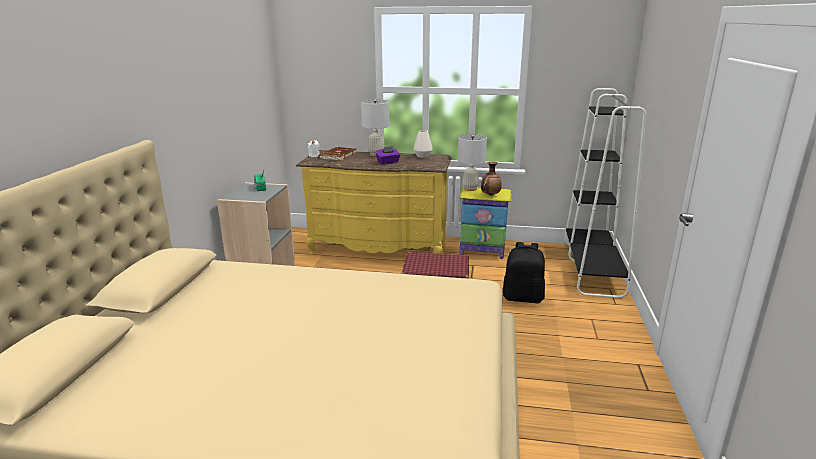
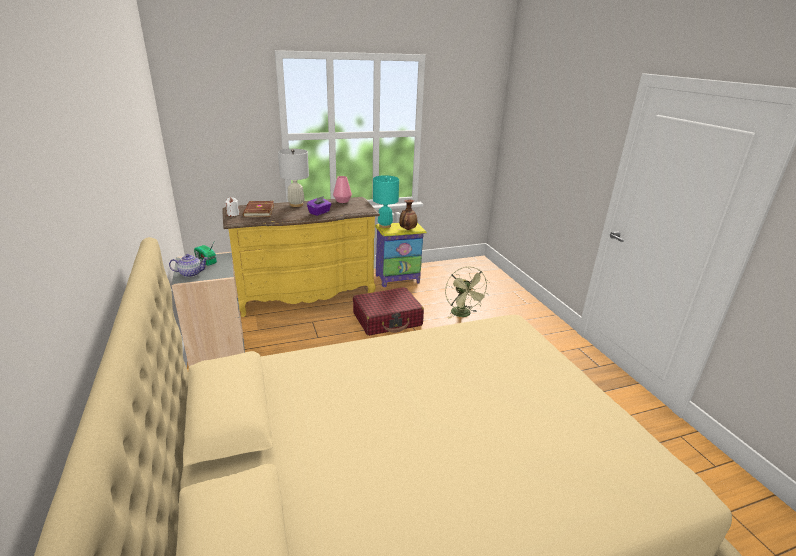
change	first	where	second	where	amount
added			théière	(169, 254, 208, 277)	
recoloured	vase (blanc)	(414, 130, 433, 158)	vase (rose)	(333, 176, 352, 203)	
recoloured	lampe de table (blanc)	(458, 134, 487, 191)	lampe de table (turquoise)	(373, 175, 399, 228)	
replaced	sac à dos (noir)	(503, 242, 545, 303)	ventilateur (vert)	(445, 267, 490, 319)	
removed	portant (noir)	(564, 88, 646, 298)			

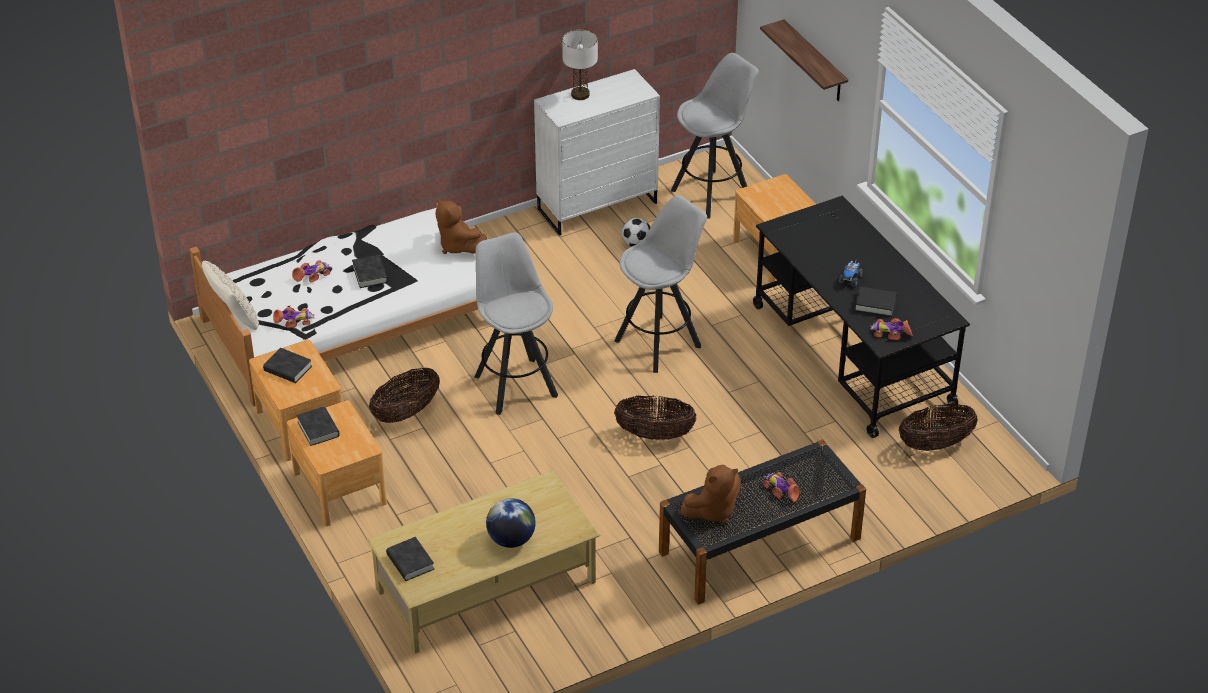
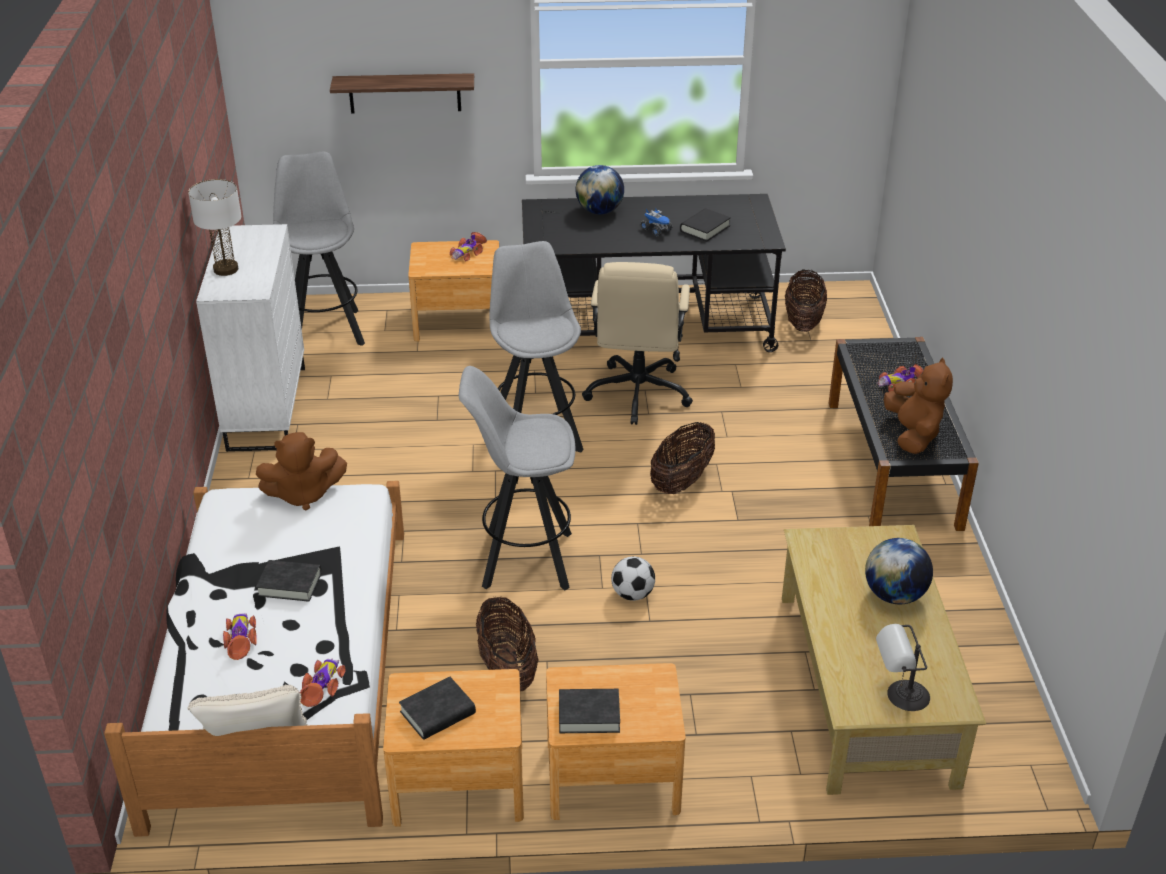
change	first	where	second	where	amount
moved	petite voiture	(870, 318, 912, 340)		(450, 232, 487, 261)	
added			globe	(576, 165, 624, 214)	
added			chaise de bureau (beige)	(582, 262, 693, 425)	
moved	ballon de foot	(622, 218, 650, 247)		(611, 556, 655, 601)	
replaced	livre (noir)	(386, 537, 434, 581)	lampe de table	(876, 624, 930, 711)	

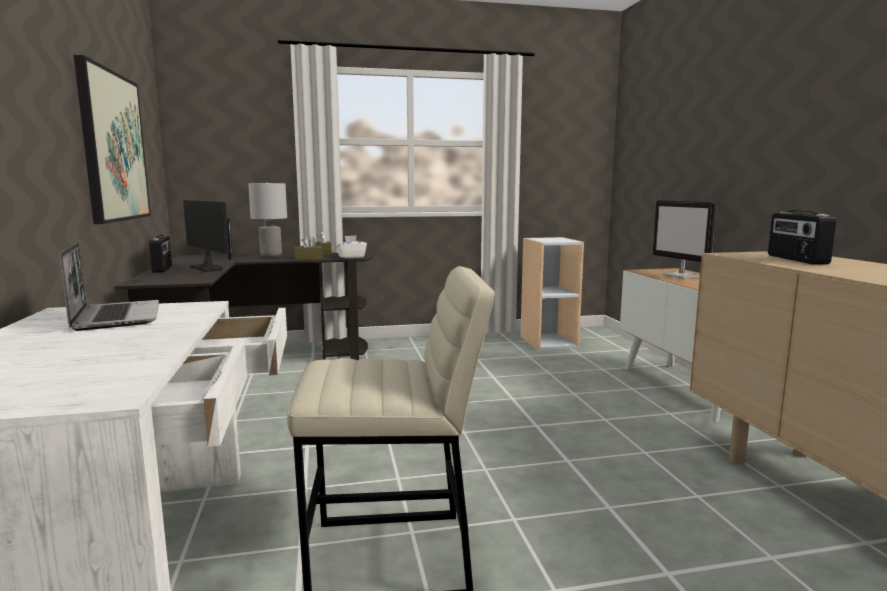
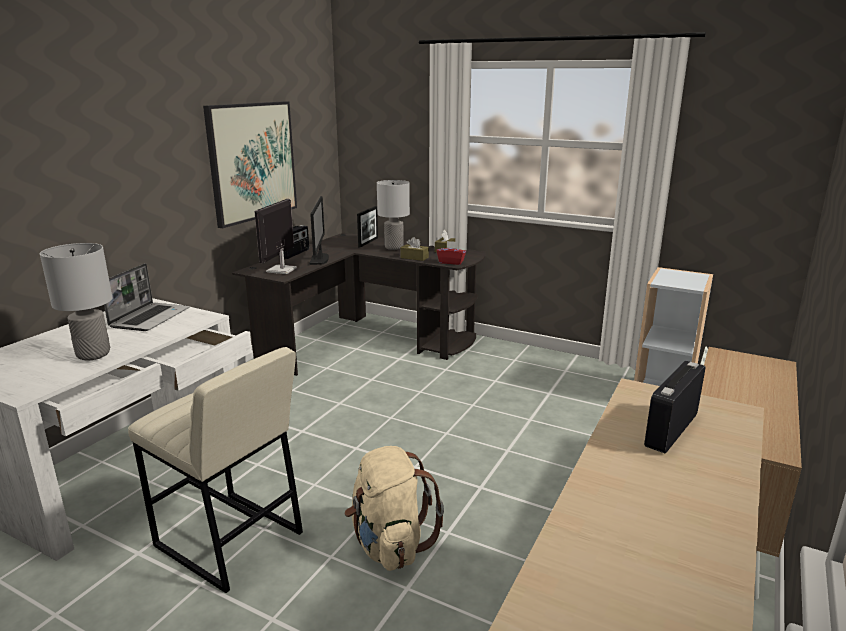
change	first	where	second	where	amount
added			lampe de table (gris)	(40, 243, 113, 361)	
moved	écran d'ordinateur	(653, 200, 717, 278)		(255, 199, 297, 274)	
added			sac à dos (beige)	(345, 446, 444, 571)	
recoloured	boîte à mouchoirs (blanc)	(336, 235, 367, 258)	boîte à mouchoirs (rouge)	(437, 241, 466, 265)	

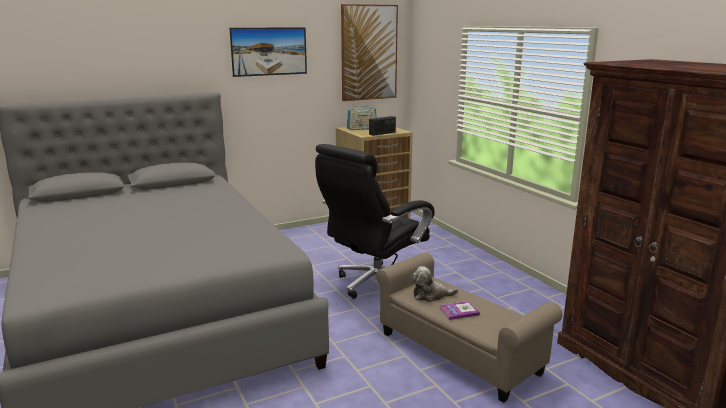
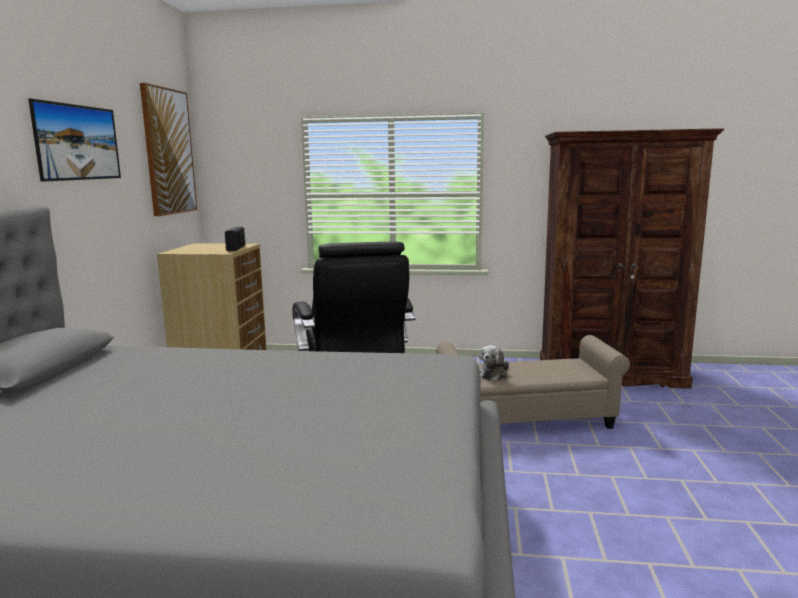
change	first	where	second	where	amount
removed	radio	(347, 104, 377, 130)			
removed	livre	(439, 301, 480, 320)			

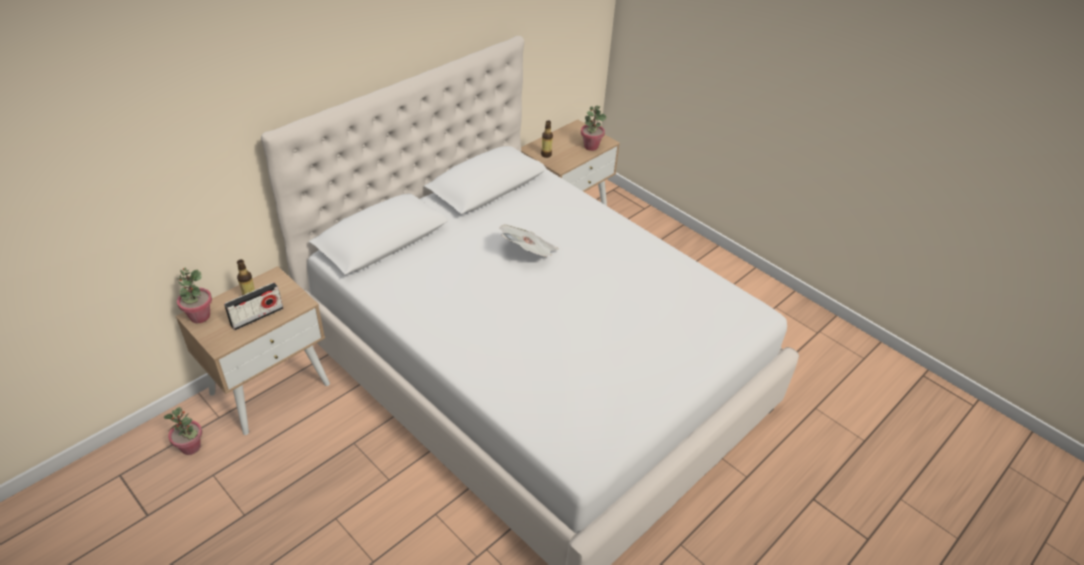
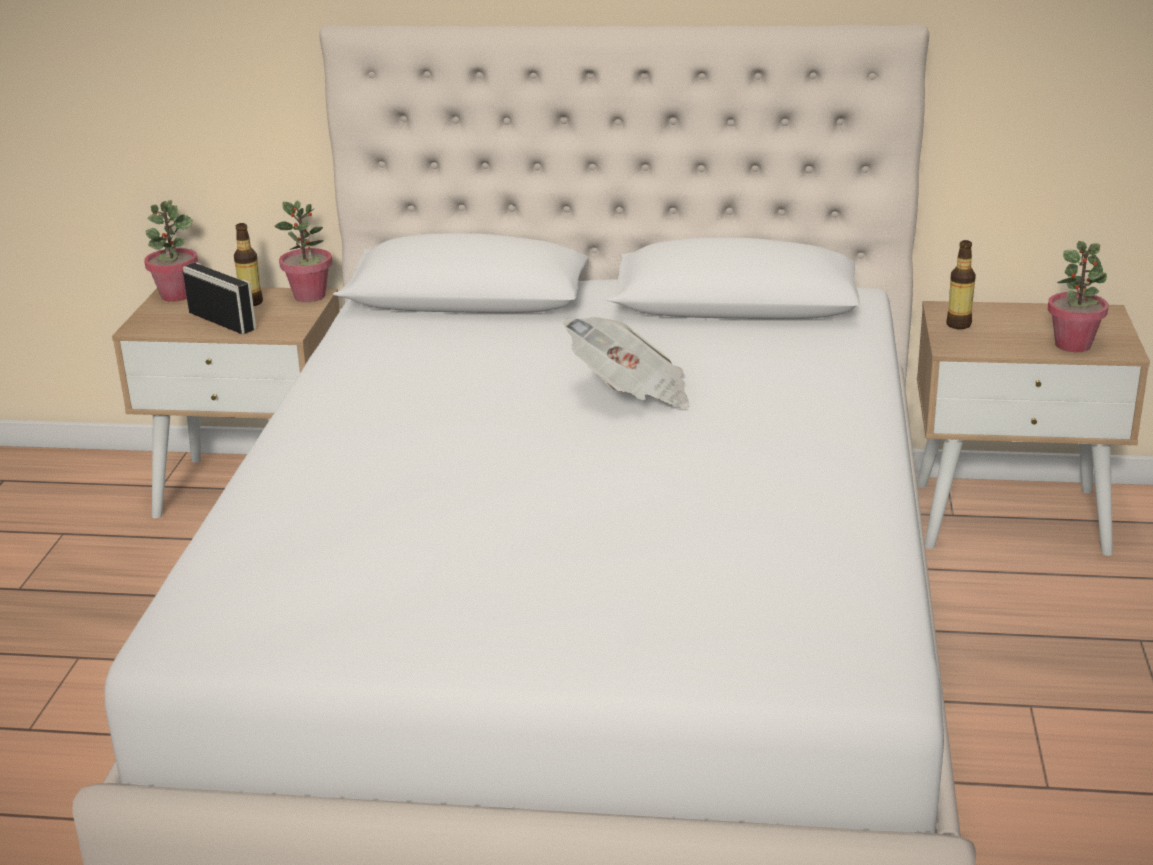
change	first	where	second	where	amount
turned	radio	(224, 282, 283, 330)		(183, 262, 256, 334)	150 degrees counterclockwise
moved	plante en pot	(164, 407, 202, 455)		(275, 201, 332, 302)	

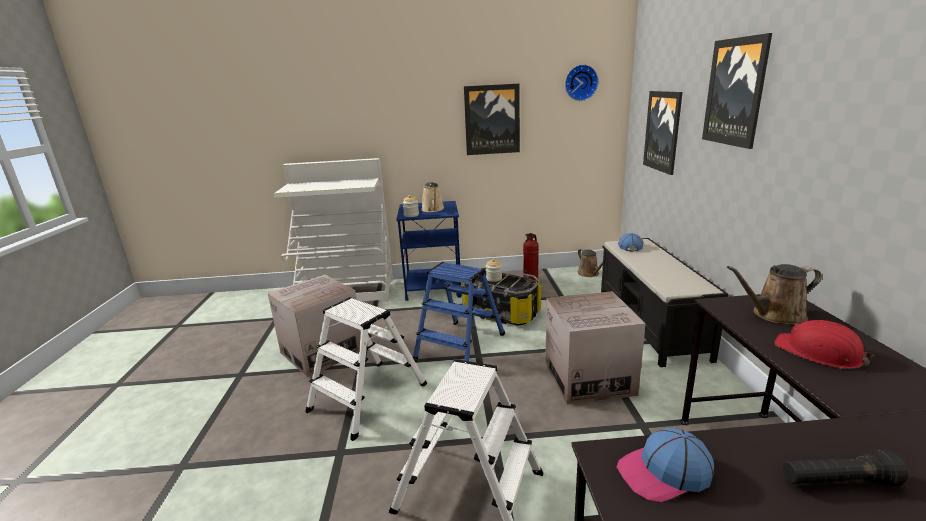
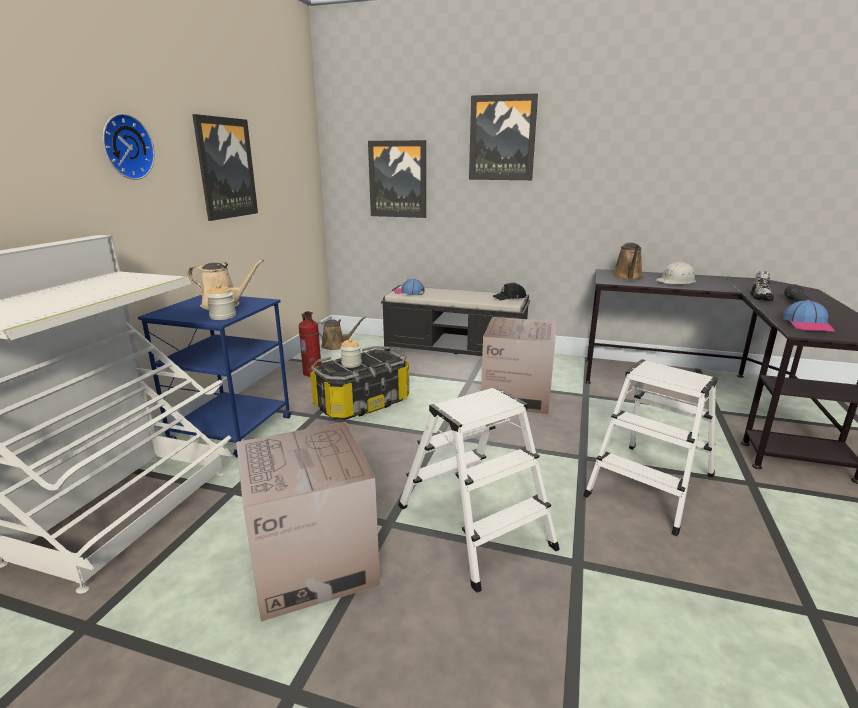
change	first	where	second	where	amount
moved	horloge murale	(565, 64, 599, 101)		(103, 113, 155, 180)	
added			casquette (noir)	(493, 282, 526, 300)	
recoloured	casque de chantier (rouge)	(774, 320, 874, 369)	casque de chantier (blanc)	(656, 261, 696, 284)	
added			chaussure	(750, 271, 774, 301)	
removed	escabeau (bleu)	(413, 262, 505, 361)			

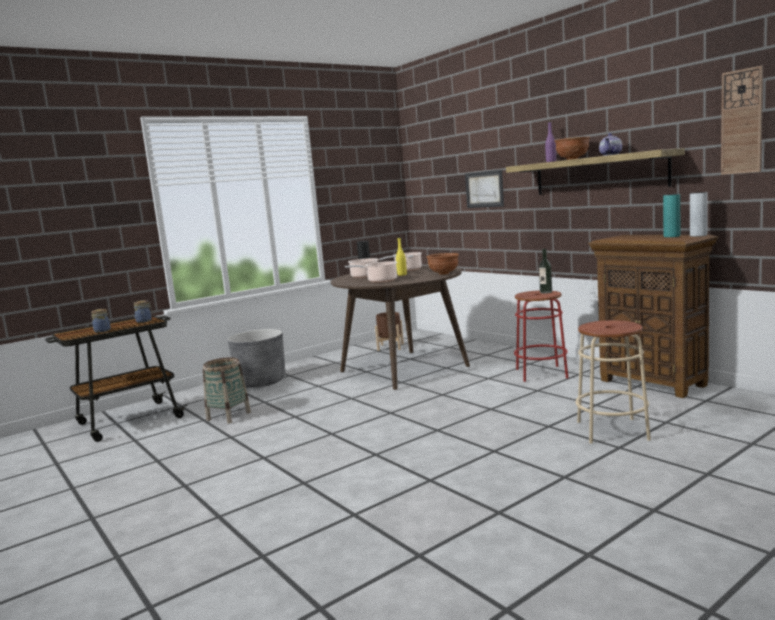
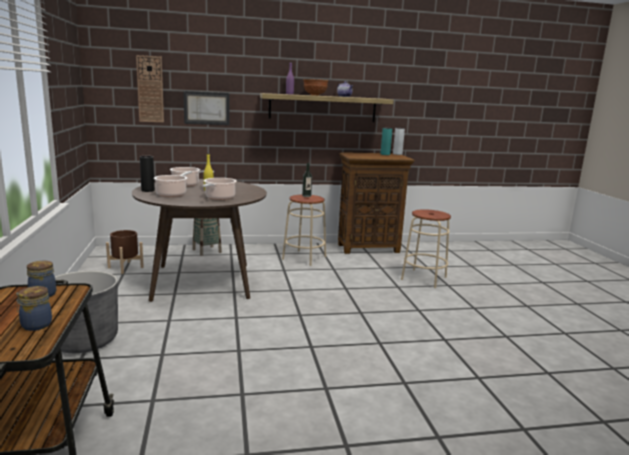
change	first	where	second	where	amount
moved	horloge murale	(721, 66, 763, 175)		(136, 55, 164, 122)	
moved	panier	(203, 357, 251, 424)		(192, 218, 222, 256)	
recoloured	tabouret (rouge)	(514, 291, 568, 382)	tabouret (beige)	(282, 195, 326, 266)	
removed	bol (marron)	(426, 253, 459, 275)			

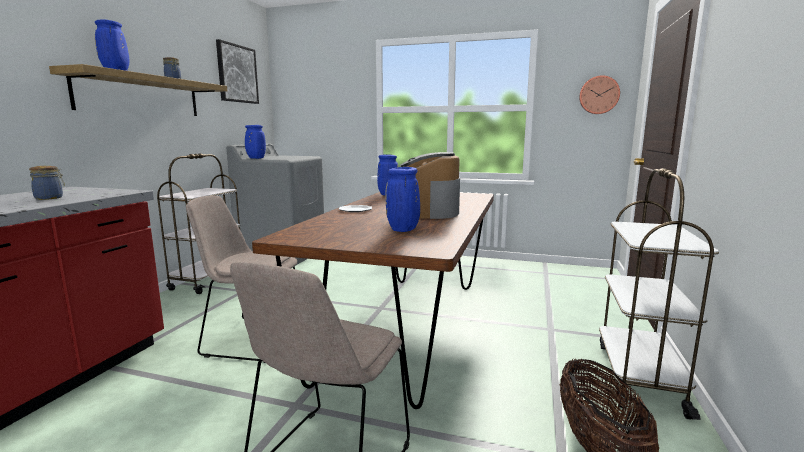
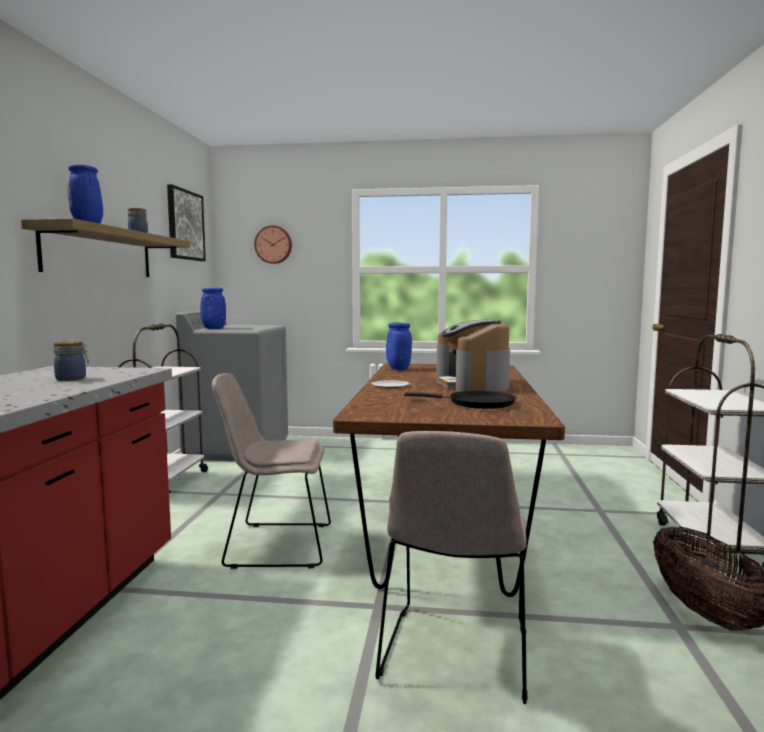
change	first	where	second	where	amount
moved	horloge murale	(579, 75, 620, 114)		(254, 225, 292, 264)	
replaced	vase (bleu)	(385, 167, 420, 232)	poêle (noir)	(404, 391, 516, 409)	

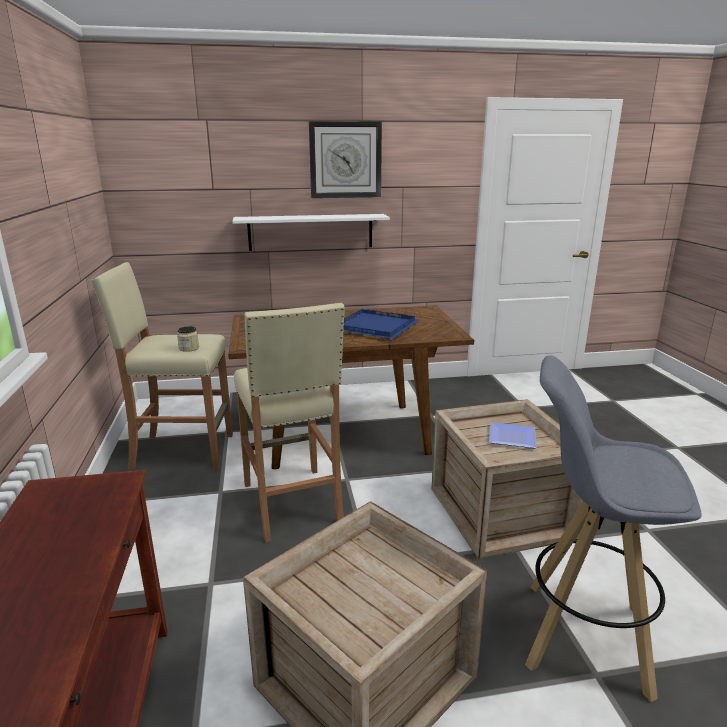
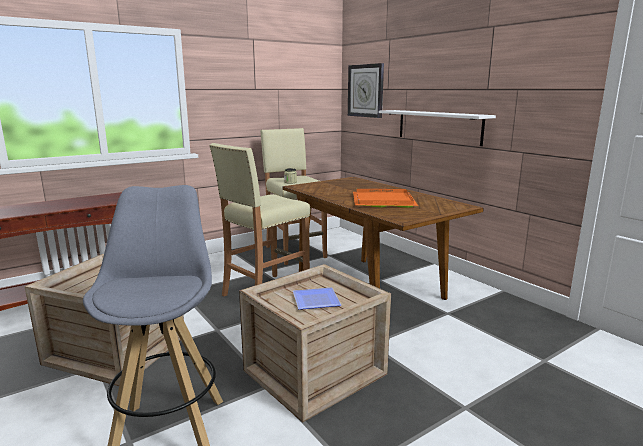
change	first	where	second	where	amount
moved	horloge murale	(309, 121, 382, 198)		(348, 63, 384, 118)	
recoloured	plateau (bleu)	(343, 309, 419, 339)	plateau (orange)	(353, 189, 418, 208)	

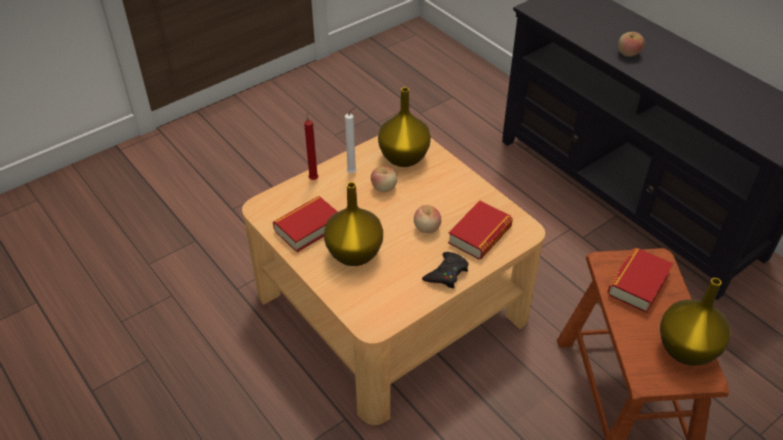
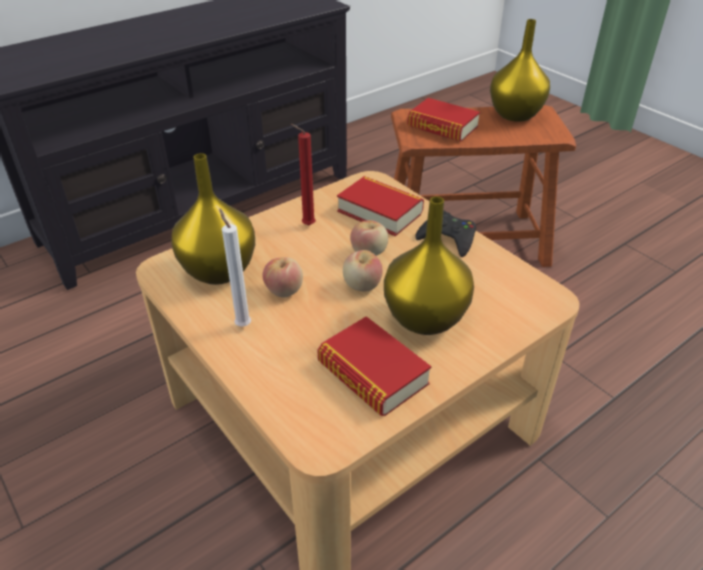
change	first	where	second	where	amount
moved	bougie (rouge)	(304, 111, 319, 180)		(291, 124, 316, 226)	
moved	pomme	(618, 32, 645, 57)		(343, 250, 382, 291)	

